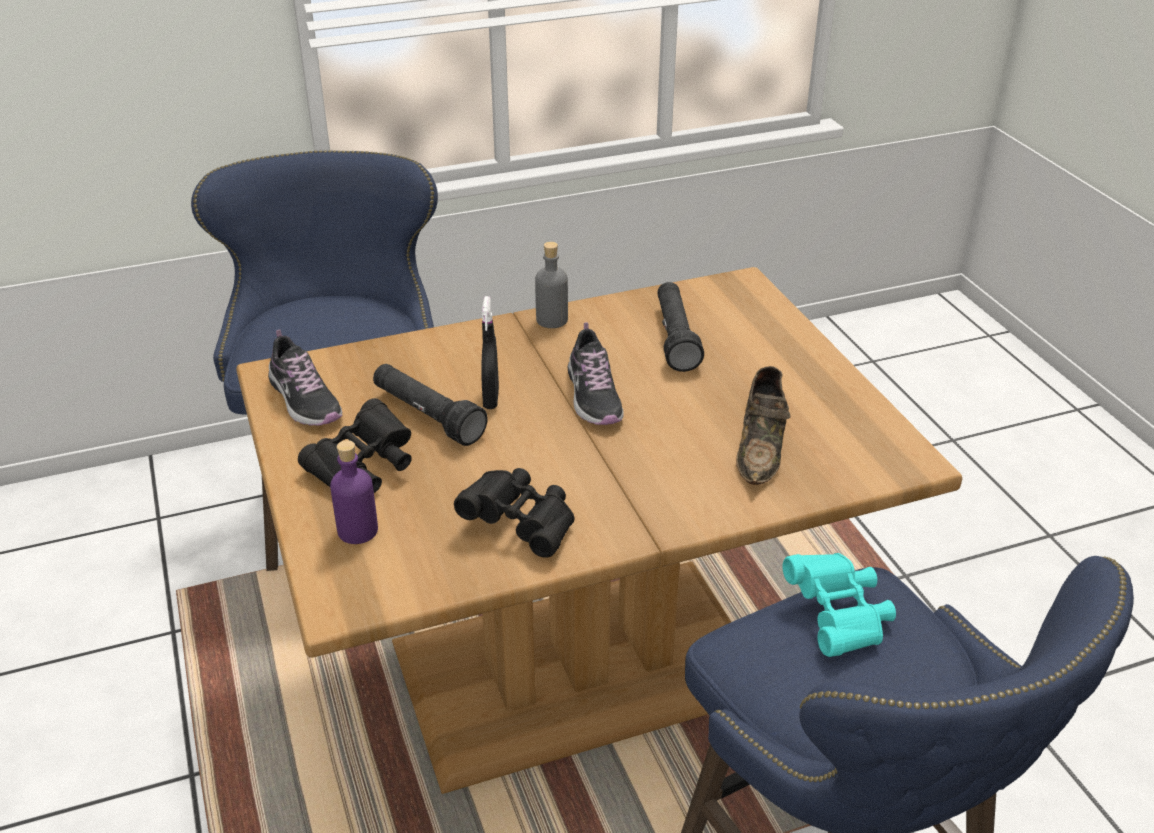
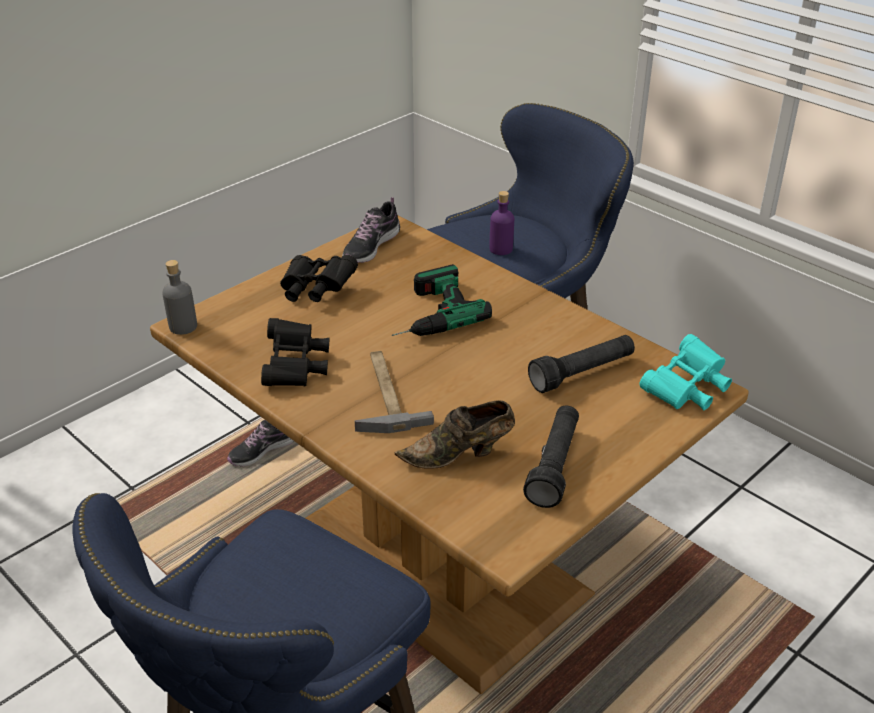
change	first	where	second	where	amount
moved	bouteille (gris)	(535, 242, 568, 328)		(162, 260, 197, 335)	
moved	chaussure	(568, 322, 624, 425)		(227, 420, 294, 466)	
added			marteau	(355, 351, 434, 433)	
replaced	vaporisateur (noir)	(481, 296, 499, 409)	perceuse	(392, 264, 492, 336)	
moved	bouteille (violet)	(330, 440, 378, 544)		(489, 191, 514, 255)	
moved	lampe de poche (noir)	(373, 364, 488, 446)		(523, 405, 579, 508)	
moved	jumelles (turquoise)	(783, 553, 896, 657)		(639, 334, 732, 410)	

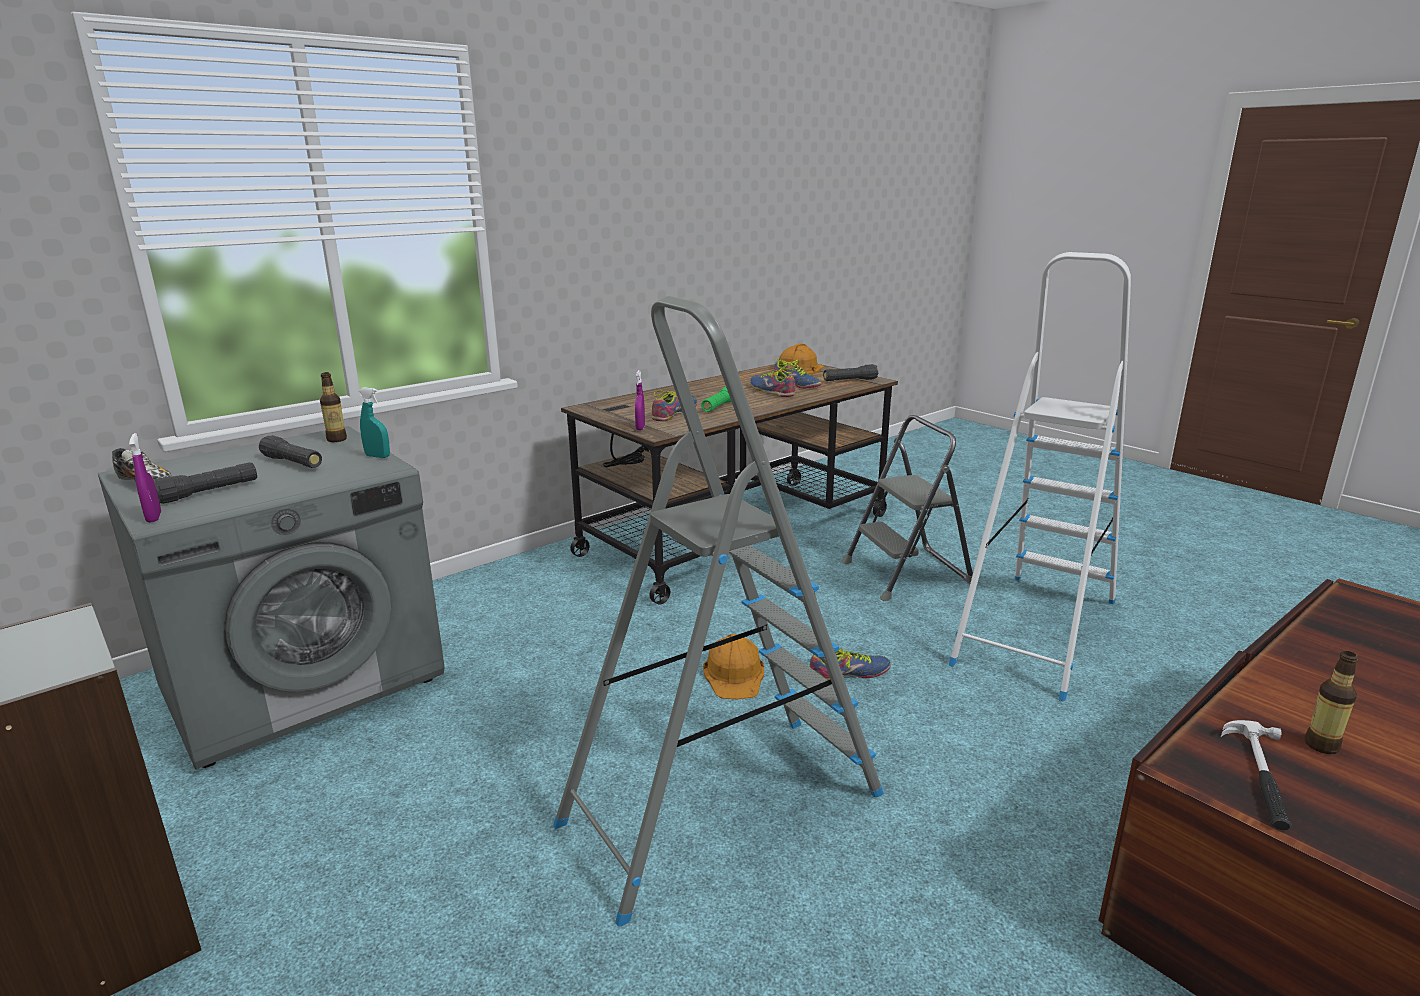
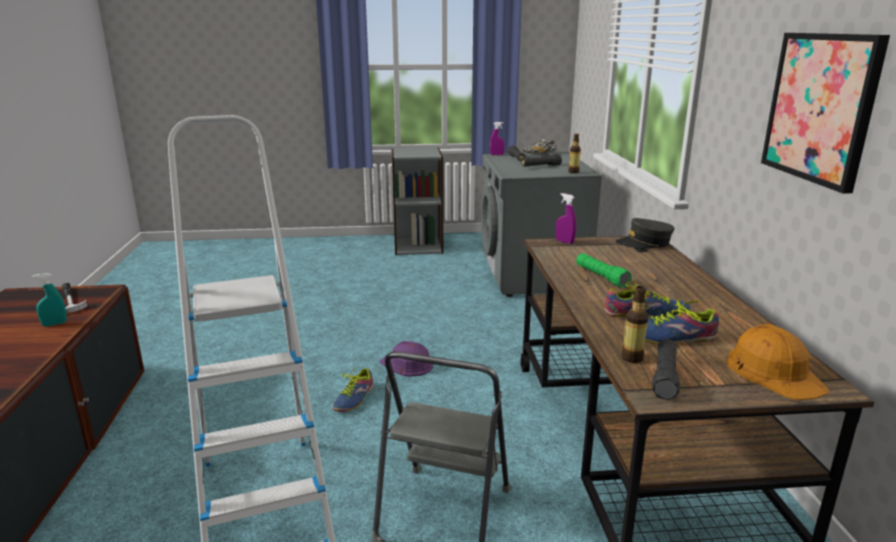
change	first	where	second	where	amount
moved	vaporisateur (turquoise)	(359, 387, 390, 458)		(32, 273, 67, 326)	
recoloured	casque de chantier (orange)	(703, 634, 764, 699)	casque de chantier (violet)	(380, 341, 433, 377)	
added			casquette (gris)	(616, 218, 675, 249)	
moved	bouteille	(1305, 651, 1359, 754)		(621, 286, 648, 363)	
added			tableau	(761, 33, 890, 194)	
removed	escabeau (gris)	(553, 296, 884, 927)			
removed	chaussure	(652, 390, 697, 421)			

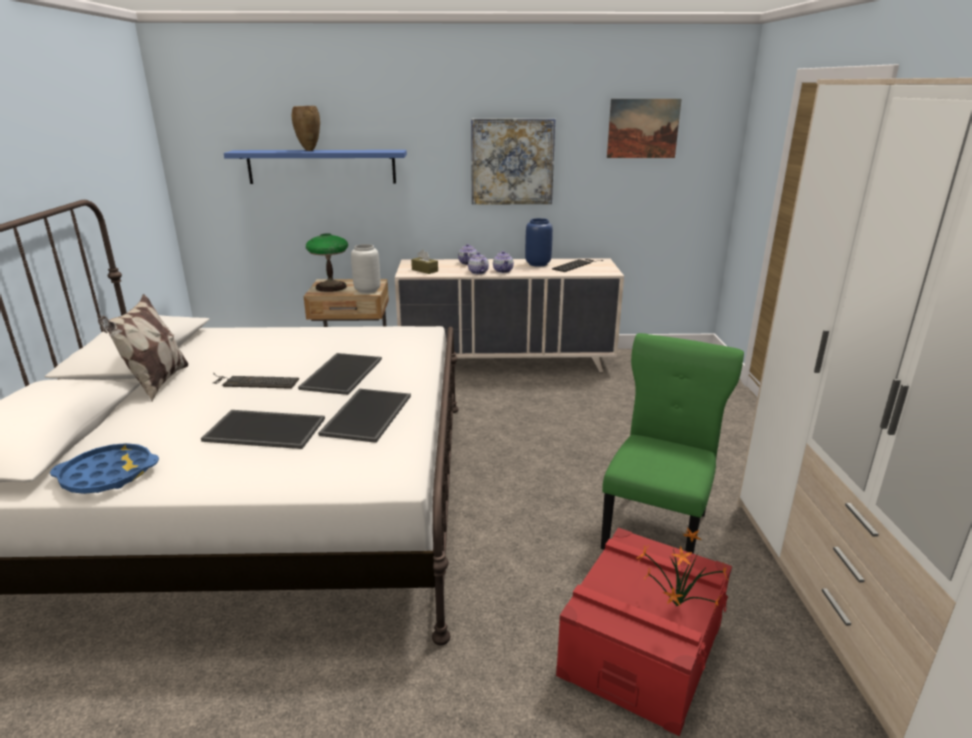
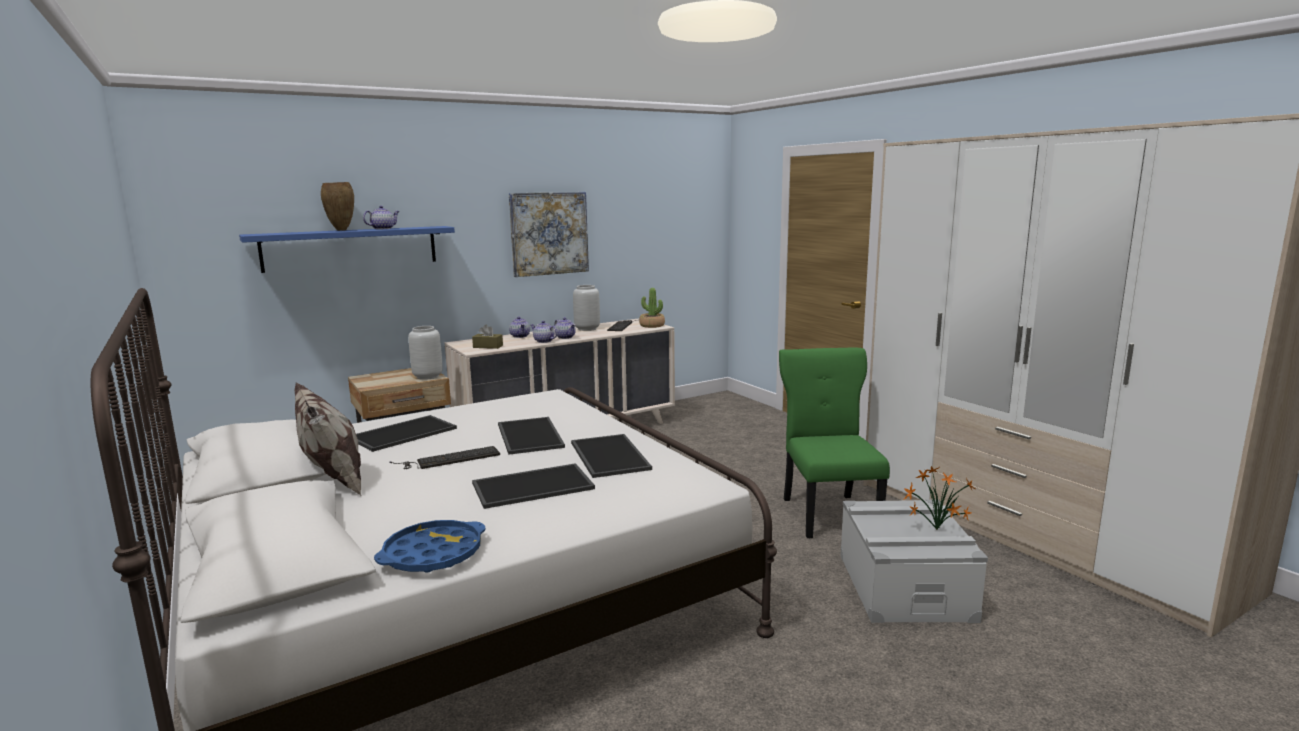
change	first	where	second	where	amount
added			plateau	(356, 415, 457, 452)	
added			théière	(363, 206, 400, 229)	
recoloured	vase (bleu)	(525, 218, 553, 267)	vase (gris)	(573, 285, 600, 331)	
added			plante en pot	(639, 288, 665, 328)	
recoloured	boîte de rangement (rouge)	(556, 528, 732, 736)	boîte de rangement (gris)	(840, 499, 988, 623)	
removed	lampe de table	(306, 233, 348, 292)			
removed	tableau	(607, 99, 682, 158)			

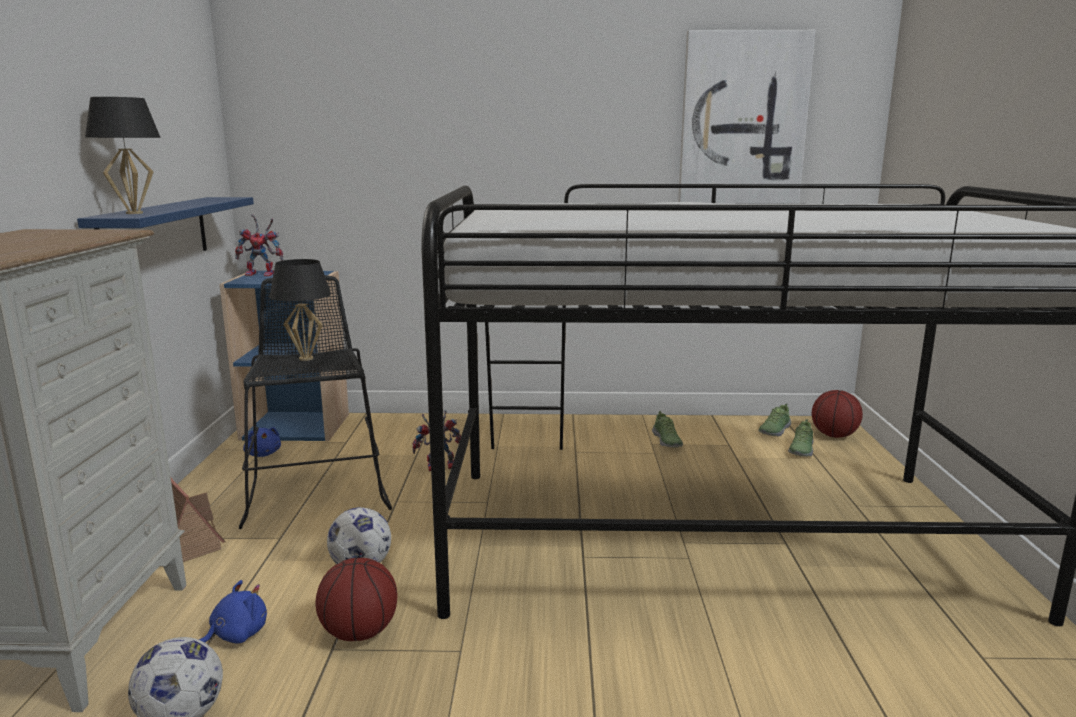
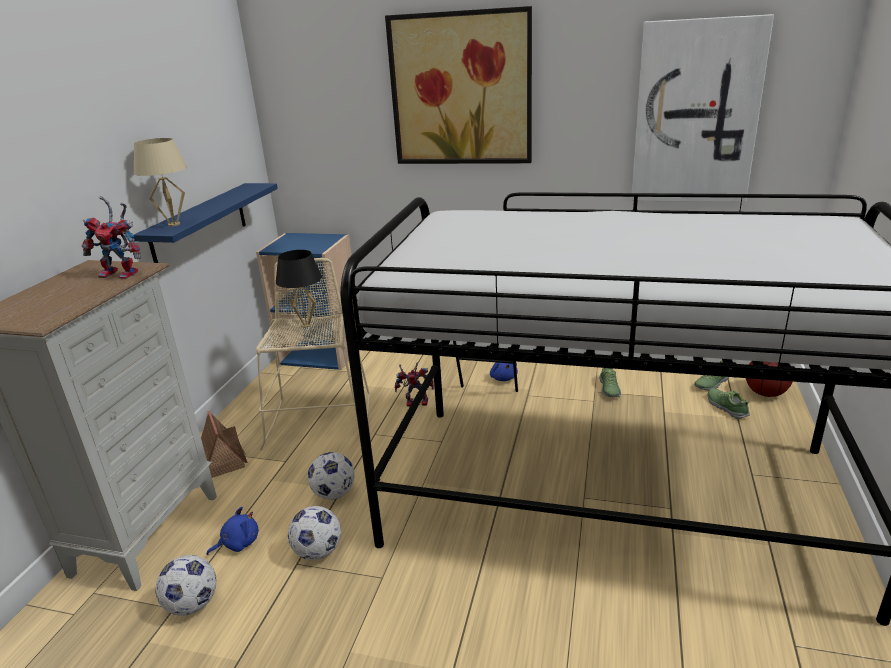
change	first	where	second	where	amount
moved	robot jouet	(235, 214, 283, 276)		(82, 196, 141, 279)	
recoloured	lampe de table (noir)	(85, 97, 161, 214)	lampe de table (beige)	(134, 138, 187, 226)	
recoloured	tabouret (noir)	(239, 275, 392, 529)	tabouret (beige)	(256, 258, 370, 450)	
replaced	ballon de basket	(316, 558, 397, 641)	ballon de foot	(288, 506, 341, 560)	
added			tableau	(385, 6, 532, 164)	
moved	peluche (bleu)	(243, 427, 281, 457)		(490, 362, 518, 381)	
turned	chaussure	(788, 419, 813, 457)		(707, 388, 750, 419)	120 degrees clockwise

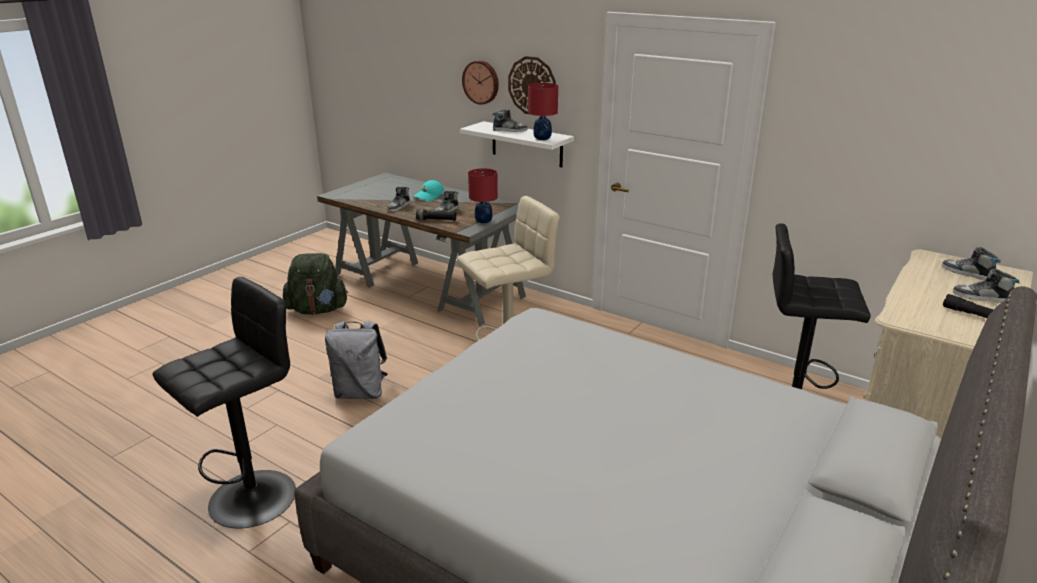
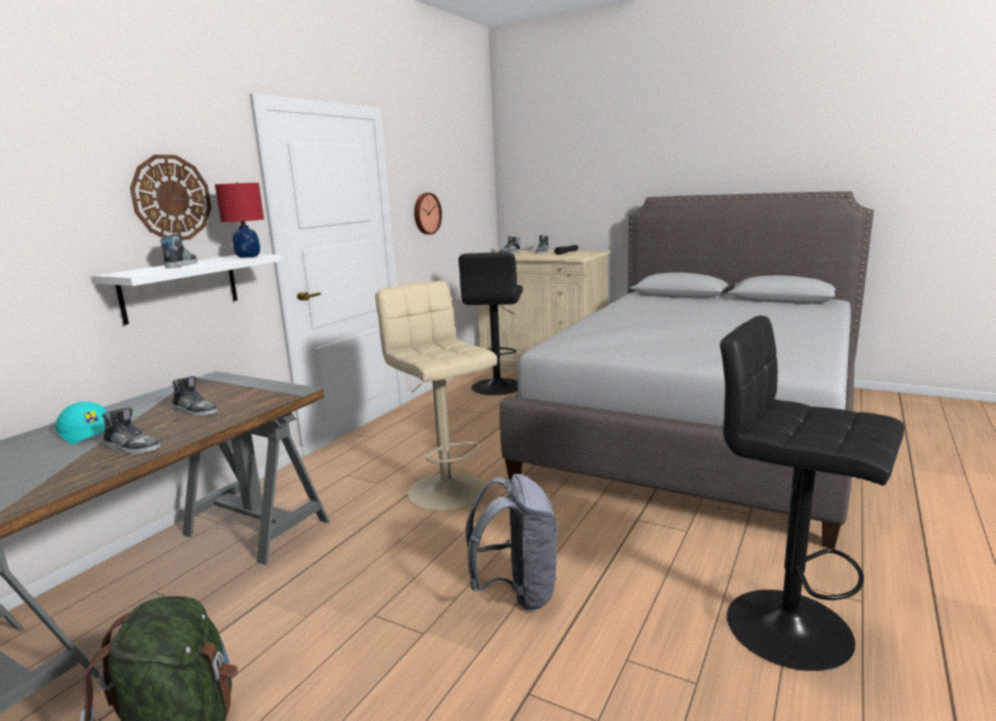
change	first	where	second	where	amount
moved	horloge murale	(462, 60, 499, 105)		(414, 193, 442, 235)	
removed	lampe de poche (noir)	(416, 209, 457, 221)			
removed	lampe de table (rouge)	(468, 168, 498, 223)			

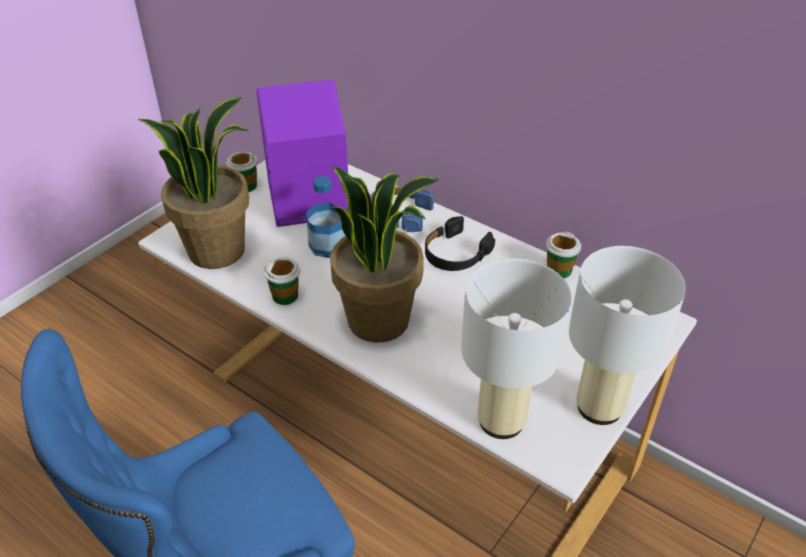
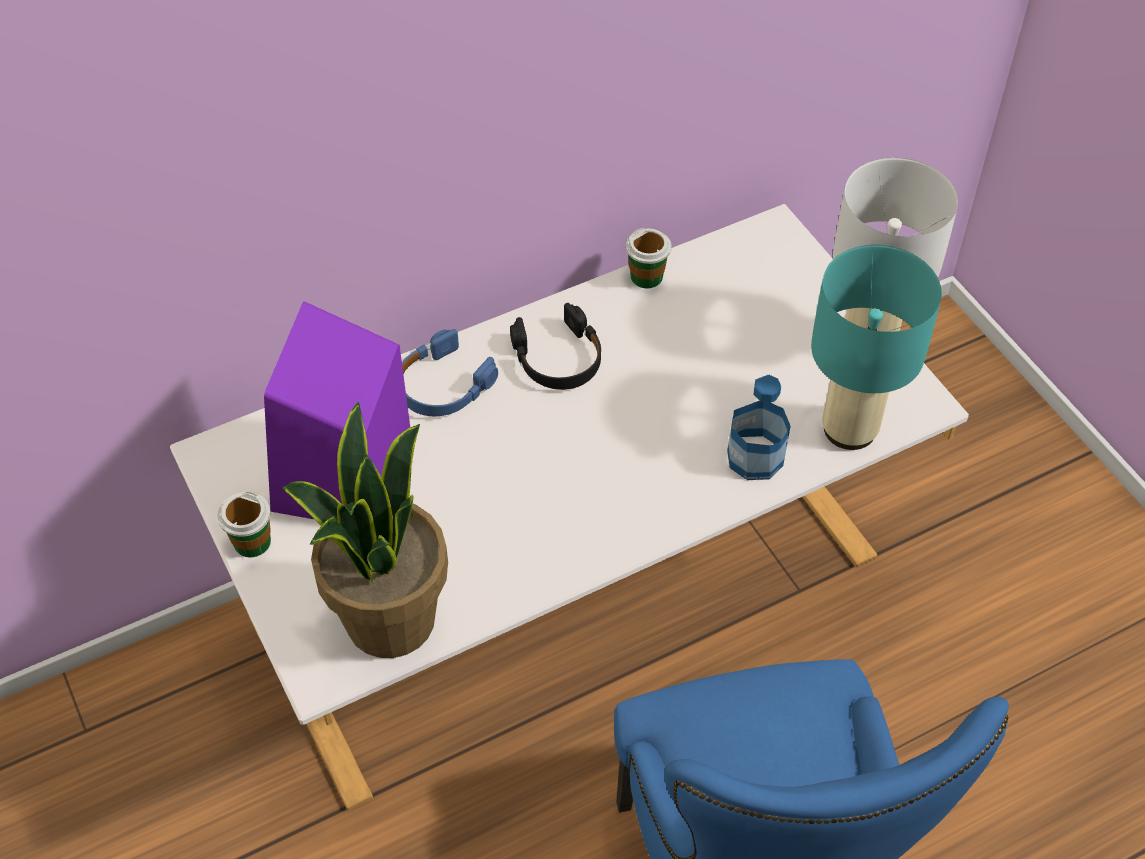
change	first	where	second	where	amount
moved	bouteille	(306, 176, 346, 258)		(727, 375, 790, 480)	
recoloured	lampe de table (blanc)	(461, 258, 571, 439)	lampe de table (turquoise)	(811, 245, 942, 450)	
removed	tasse	(264, 257, 300, 305)			
removed	plante en pot	(330, 165, 439, 343)			

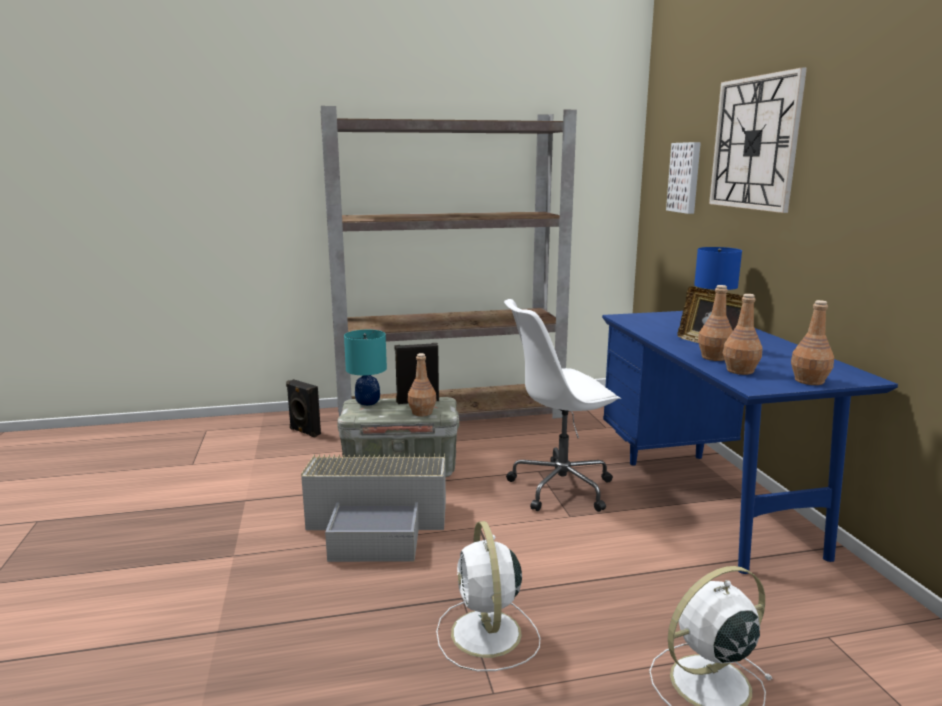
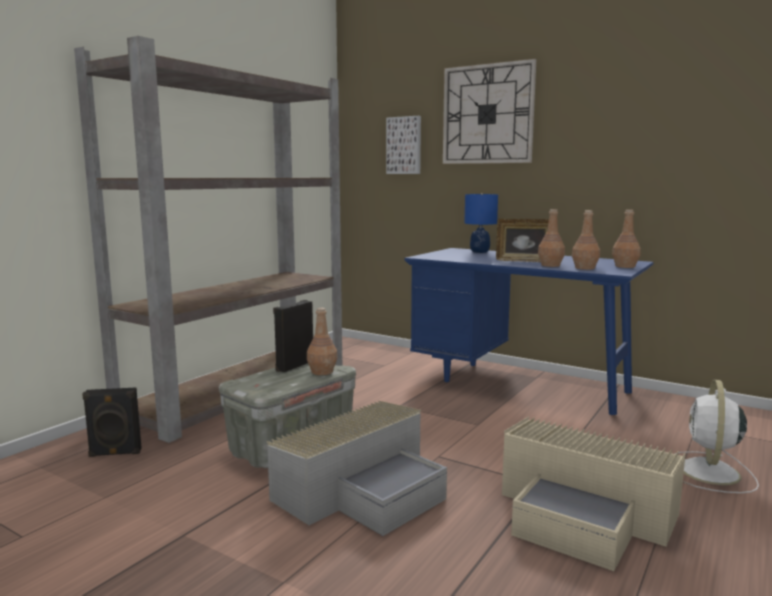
change	first	where	second	where	amount
replaced	ventilateur (blanc)	(436, 521, 540, 671)	boîte de rangement (beige)	(502, 417, 686, 571)	
removed	lampe de table (turquoise)	(344, 330, 387, 406)			
removed	chaise de bureau (blanc)	(504, 299, 621, 512)			

